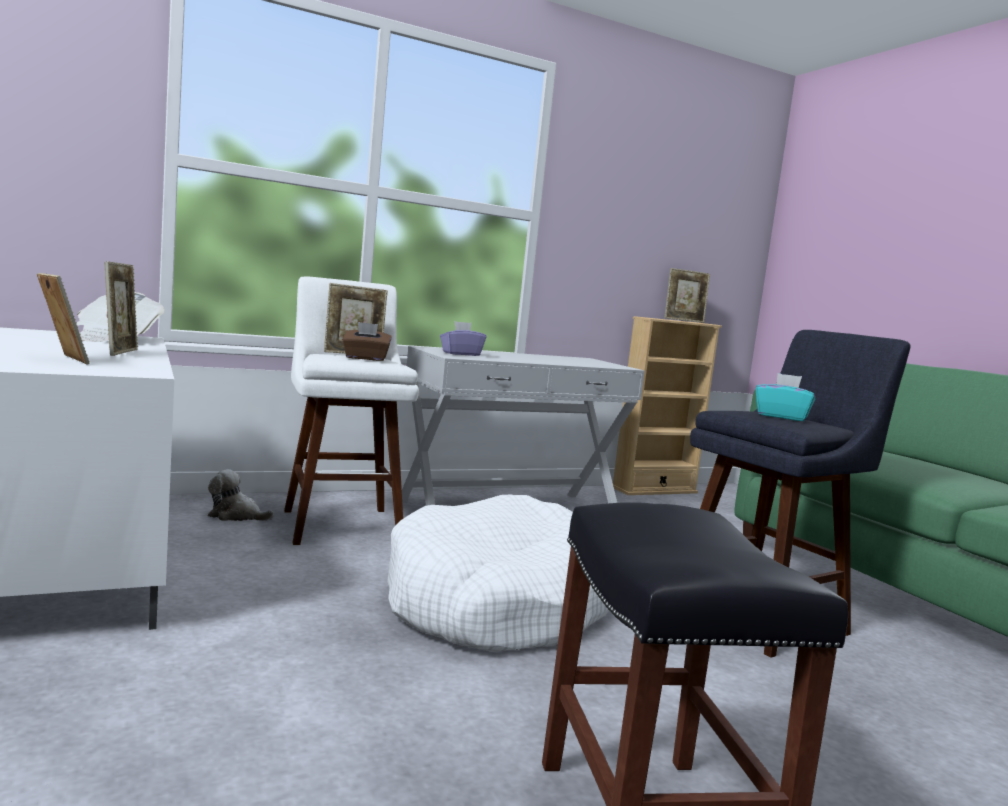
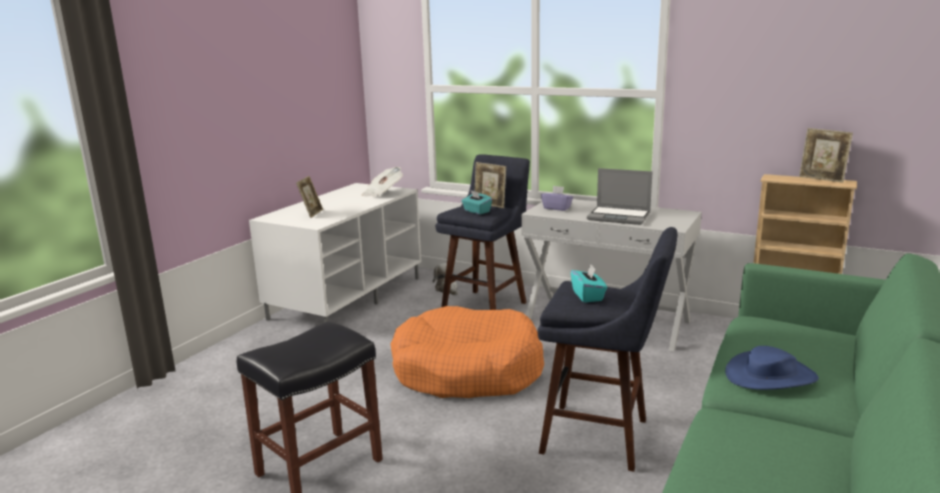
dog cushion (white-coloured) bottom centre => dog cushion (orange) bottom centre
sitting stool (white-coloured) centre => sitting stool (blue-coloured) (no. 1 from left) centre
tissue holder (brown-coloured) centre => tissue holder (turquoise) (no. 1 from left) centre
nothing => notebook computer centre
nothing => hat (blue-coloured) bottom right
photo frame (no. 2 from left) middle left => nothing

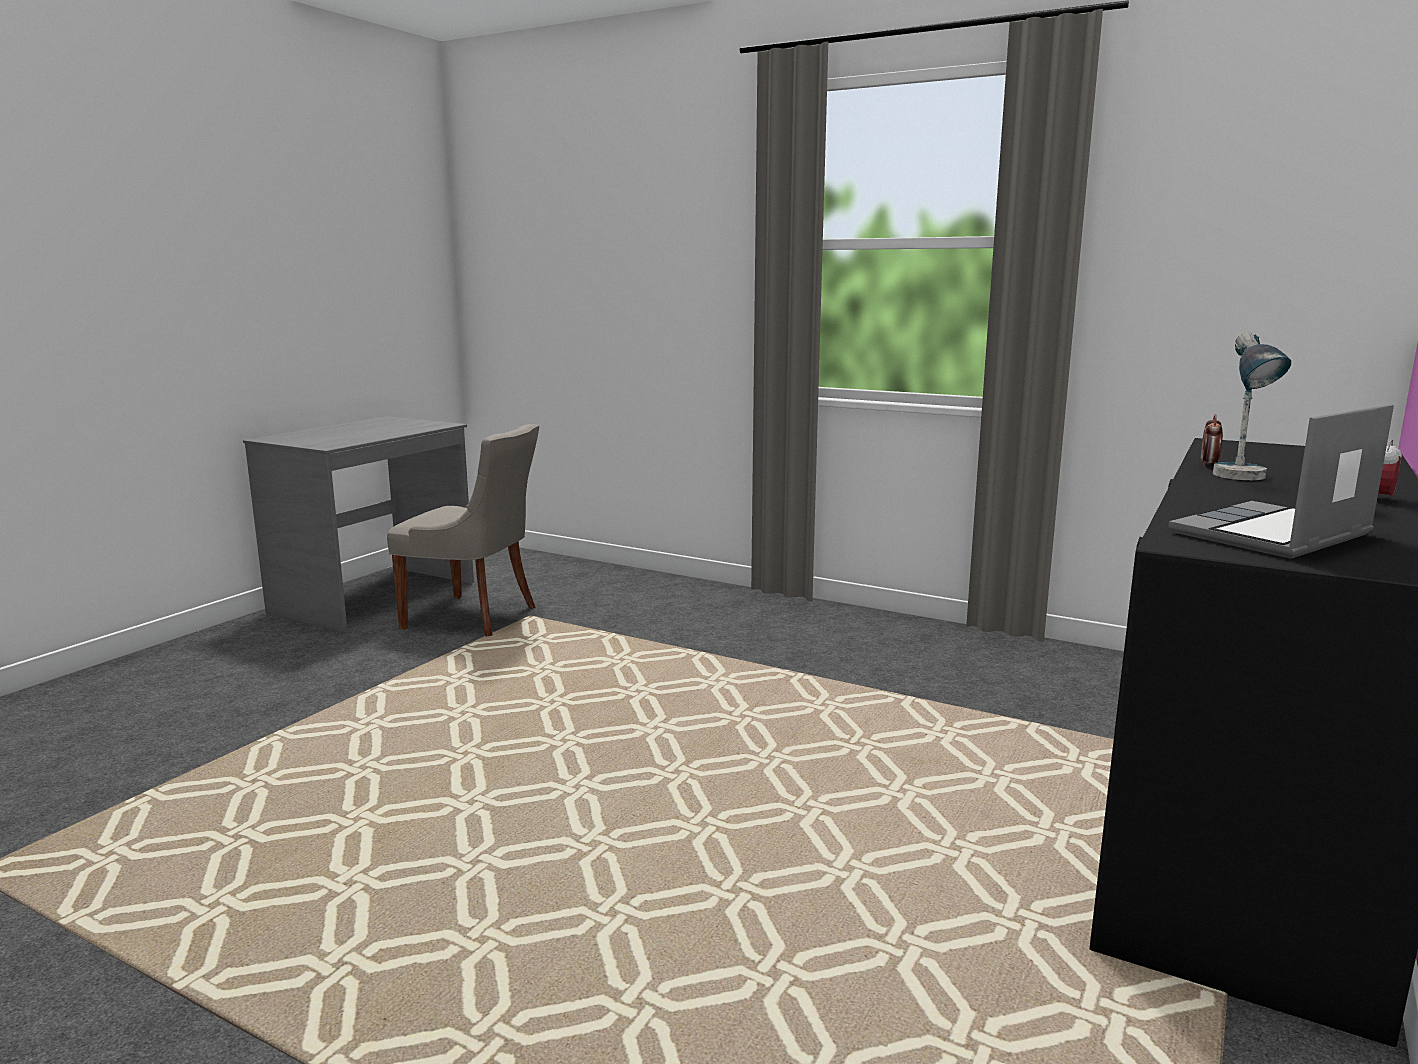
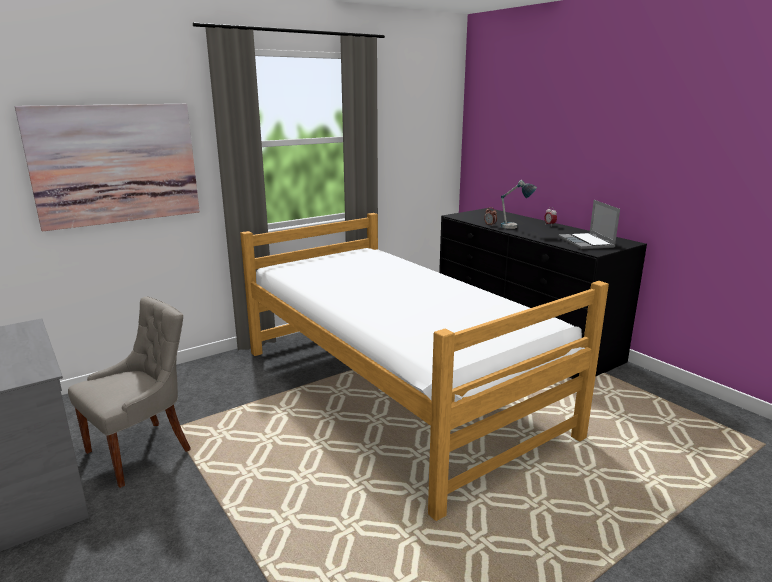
nothing => wall art top left
nothing => bed centre

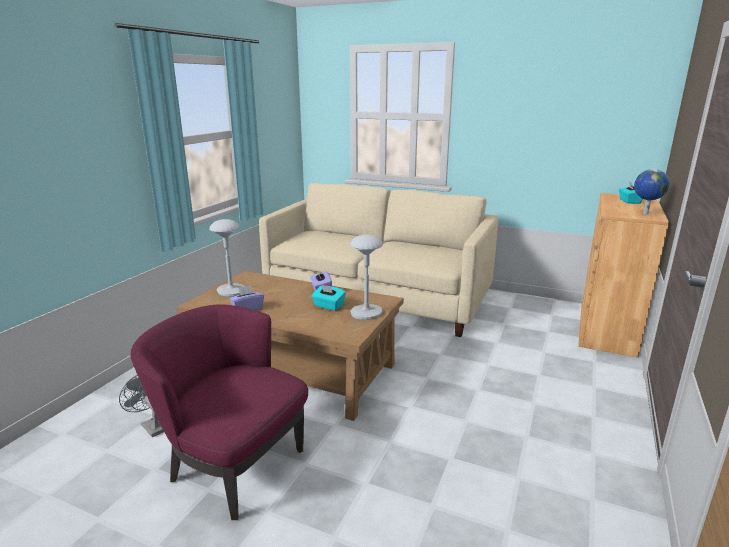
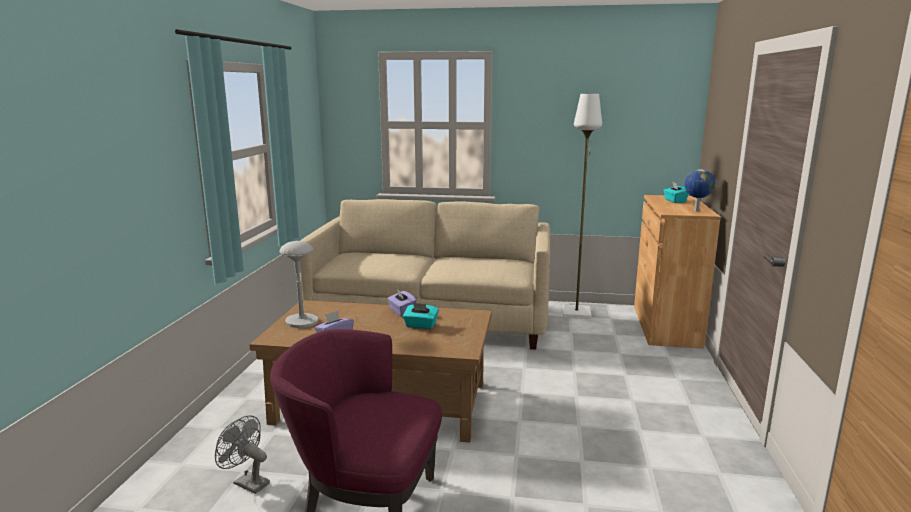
nothing => standing lamp (white-coloured) centre
table lamp (greyish) (no. 2 from left) centre => nothing

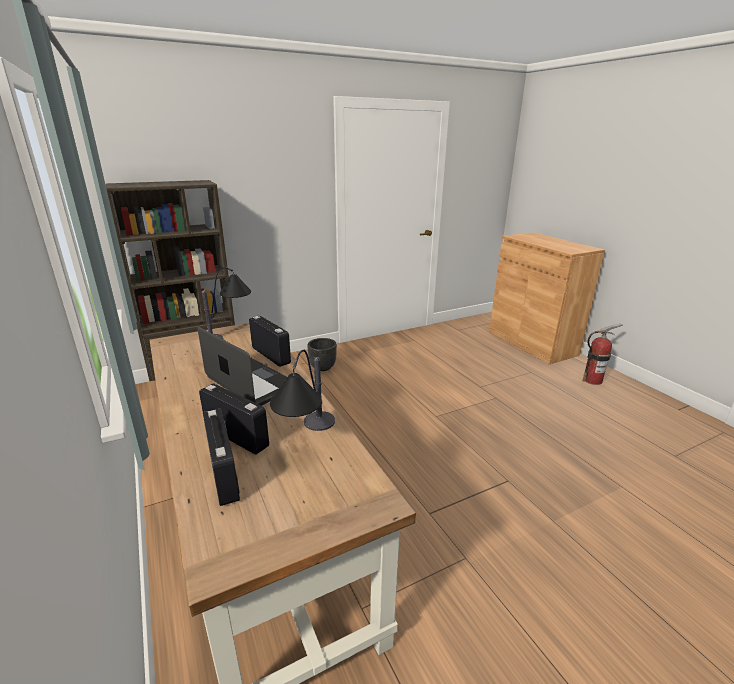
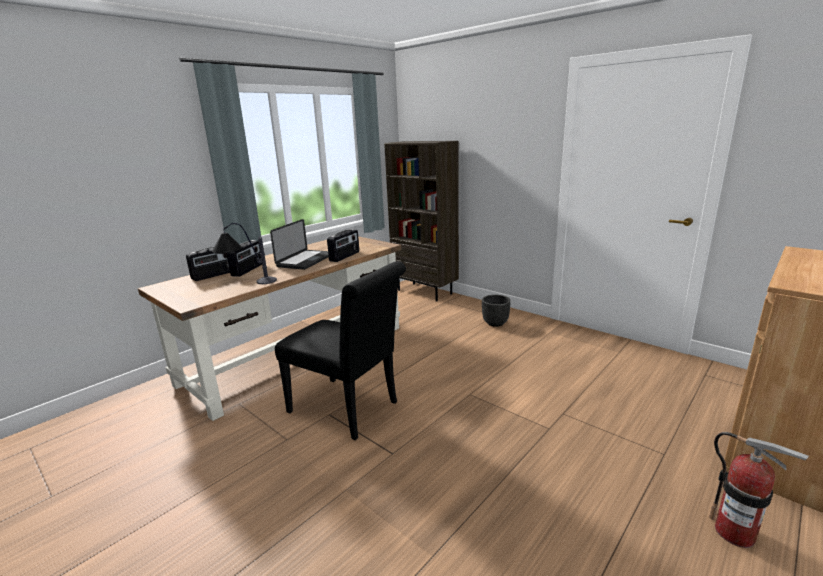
nothing => plain chair (blackish) centre
table lamp (no. 1 from left) middle left => nothing

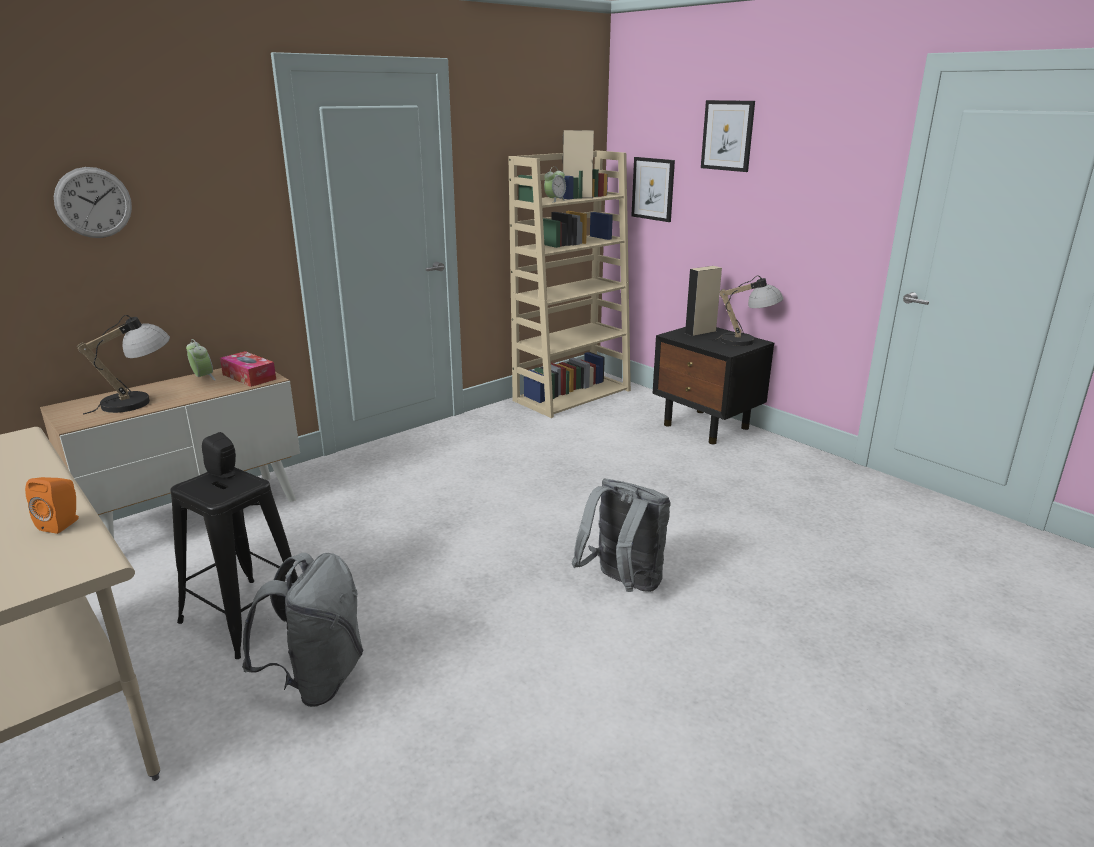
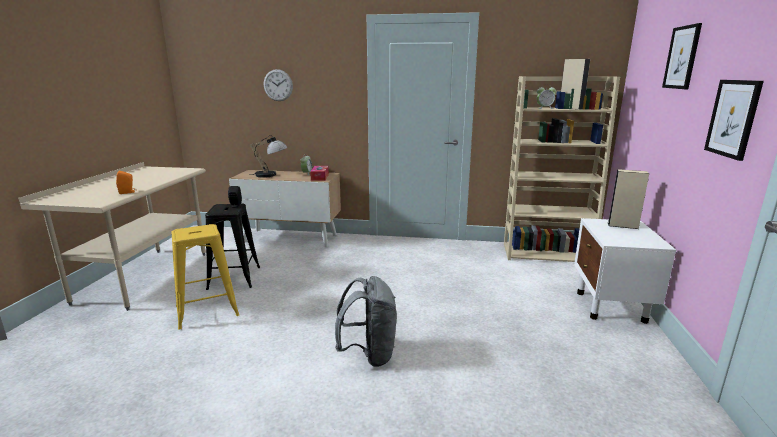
rucksack (greyish) (no. 1 from left) bottom left => sitting stool (yellow) middle left
nightstand (blackish) centre => nightstand (white-coloured) middle right
wall art (no. 1 from left in the first image) top centre => wall art (no. 2 from left) top right, relocated
table lamp (no. 2 from left) middle right => nothing

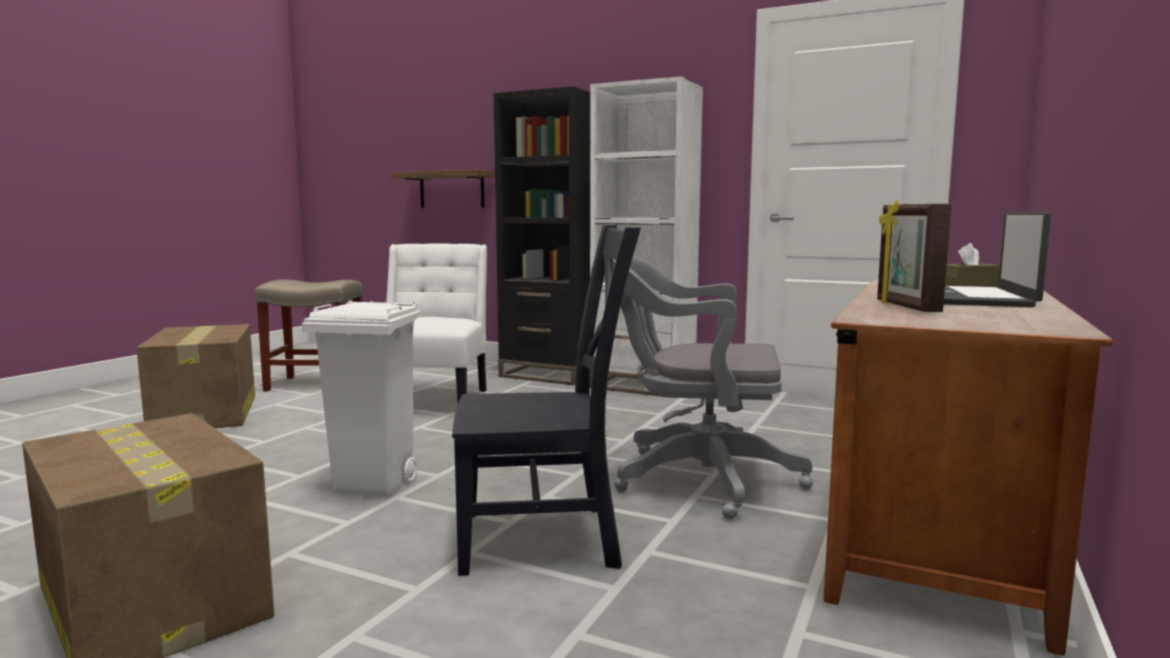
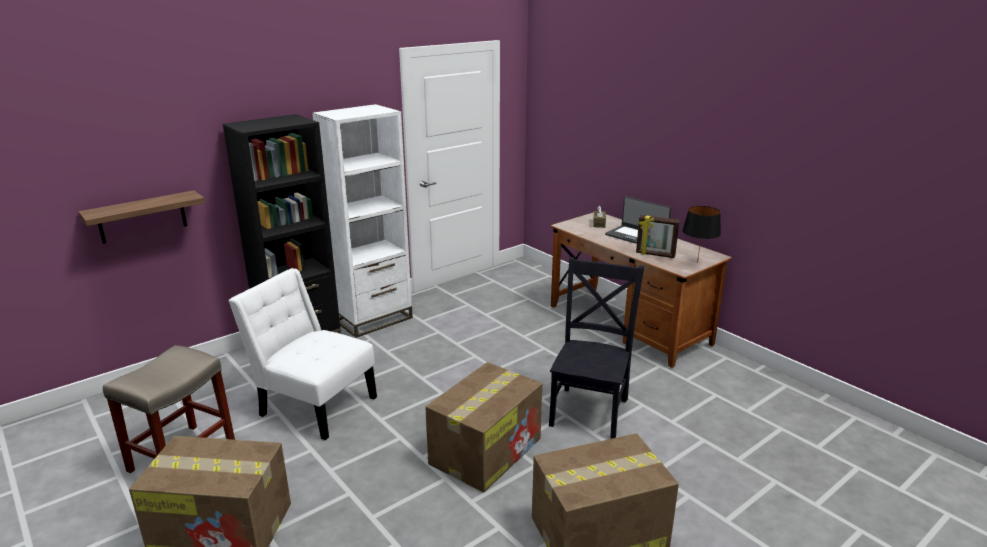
waste bin (white-coloured) middle left => carton (no. 2 from left) bottom centre
nothing => table lamp (blackish) middle right
office chair (greyish) centre => nothing

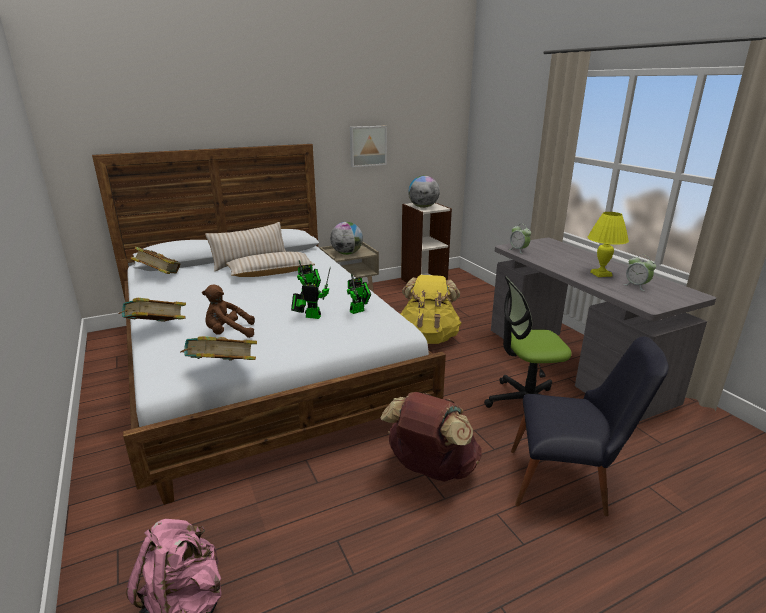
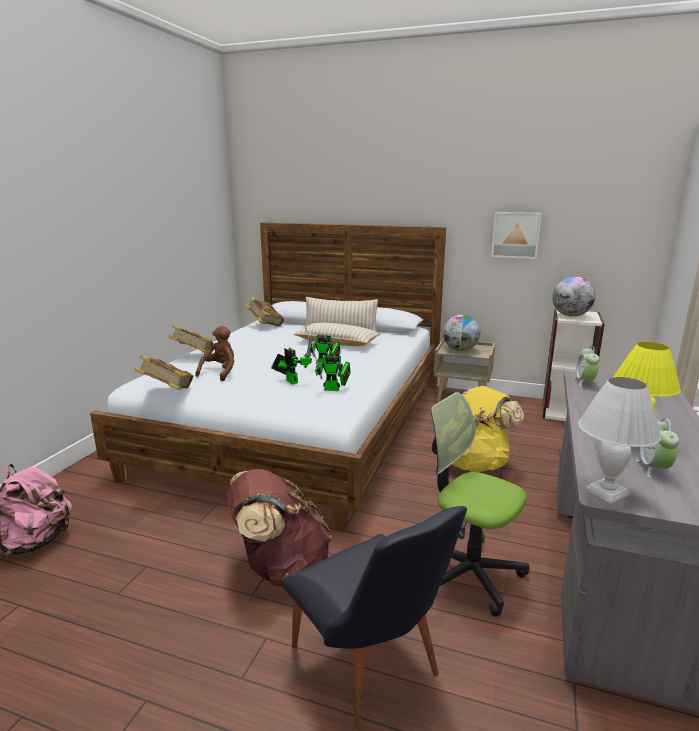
cuddly toy (brown-coloured) middle left, 75 degrees clockwise
nothing => table lamp (white-coloured) middle right

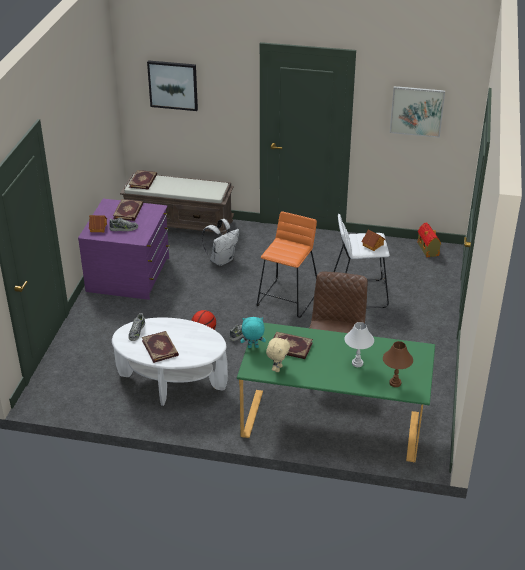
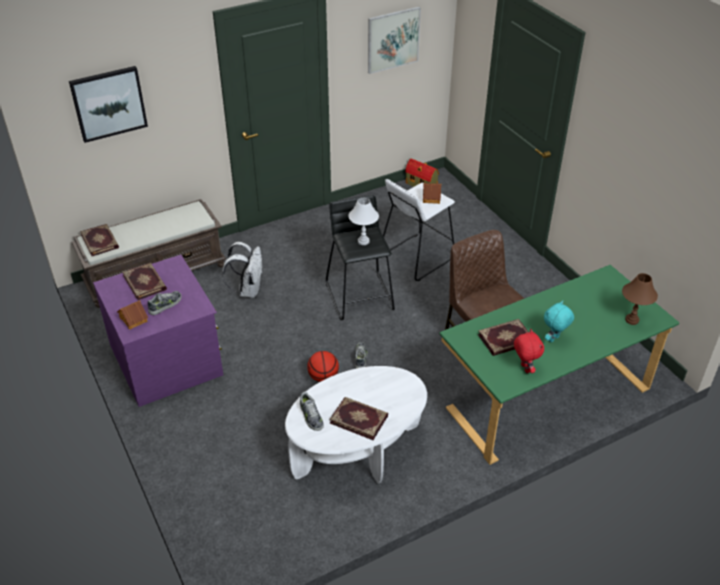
sitting stool (orange) centre => sitting stool (blackish) centre
table lamp (white-coloured) middle right => table lamp (white-coloured) centre, relocated
cuddly toy (sand-coloured) centre => cuddly toy (reddish) middle right
cuddly toy (turquoise) centre => cuddly toy (turquoise) middle right, relocated

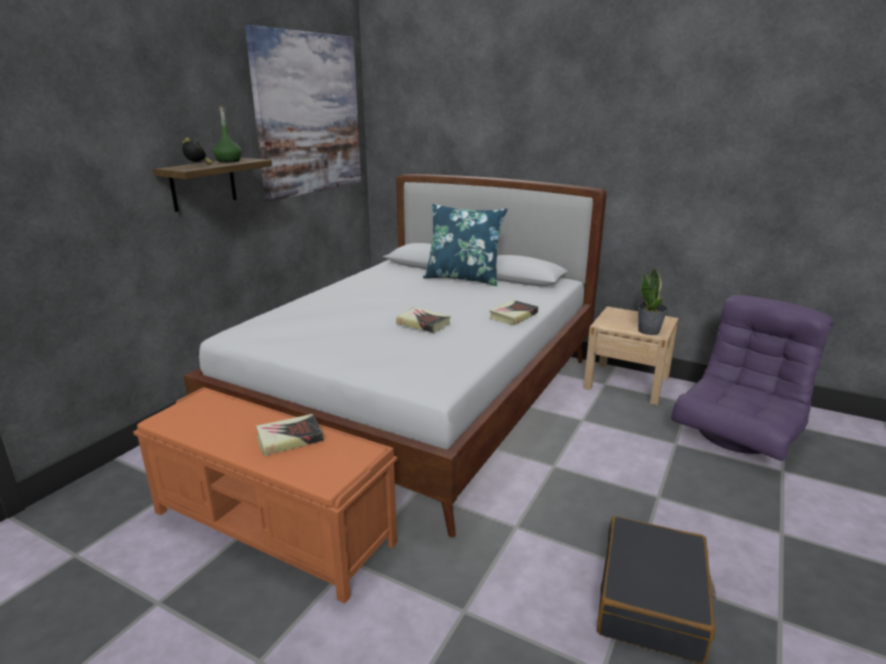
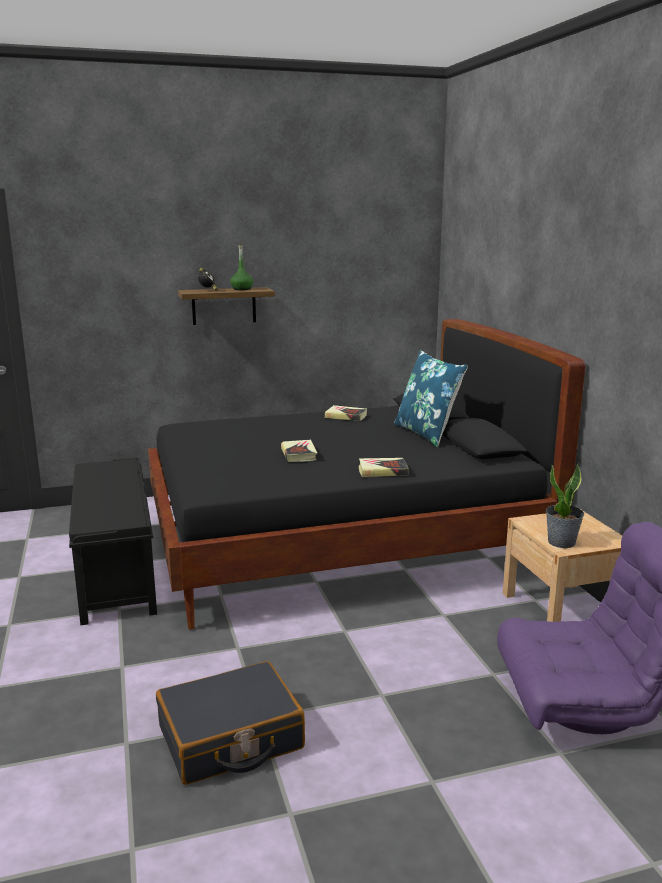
long seat (orange) bottom left => long seat (blackish) middle left
bed (white-coloured) centre => bed (blackish) centre
volume (no. 1 from left in the first image) middle left => volume (no. 2 from left) centre, relocated
wall art top centre => nothing

